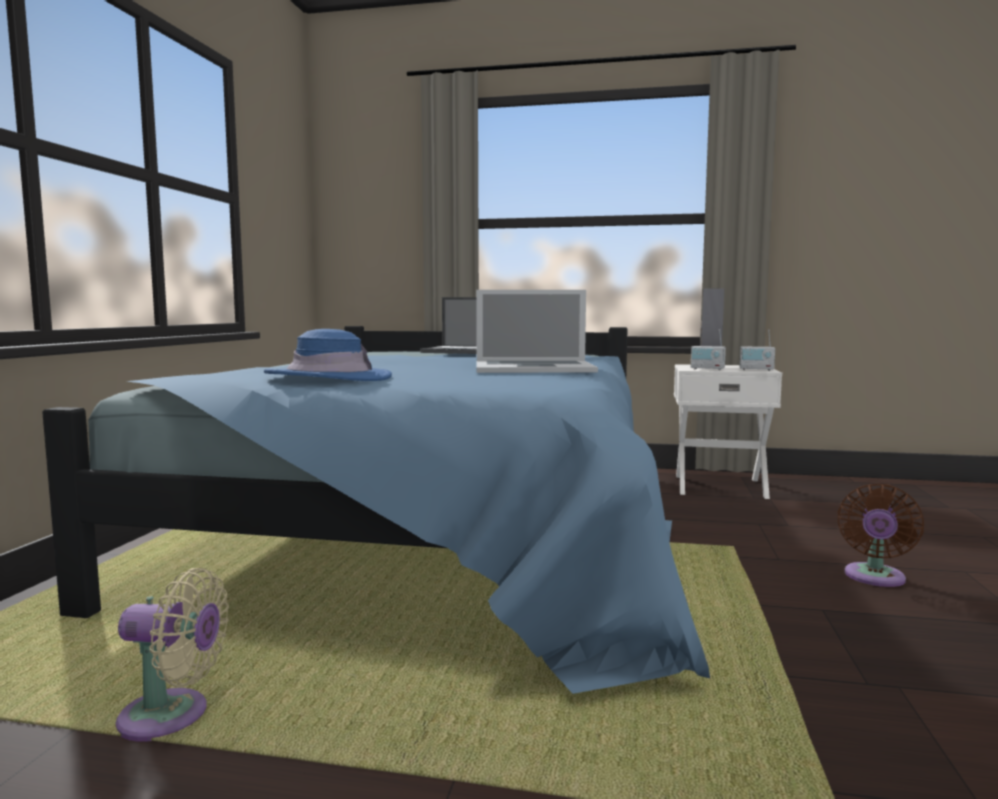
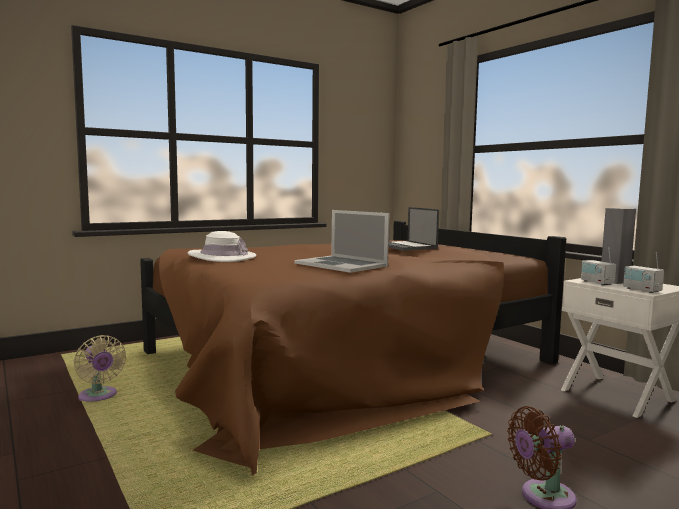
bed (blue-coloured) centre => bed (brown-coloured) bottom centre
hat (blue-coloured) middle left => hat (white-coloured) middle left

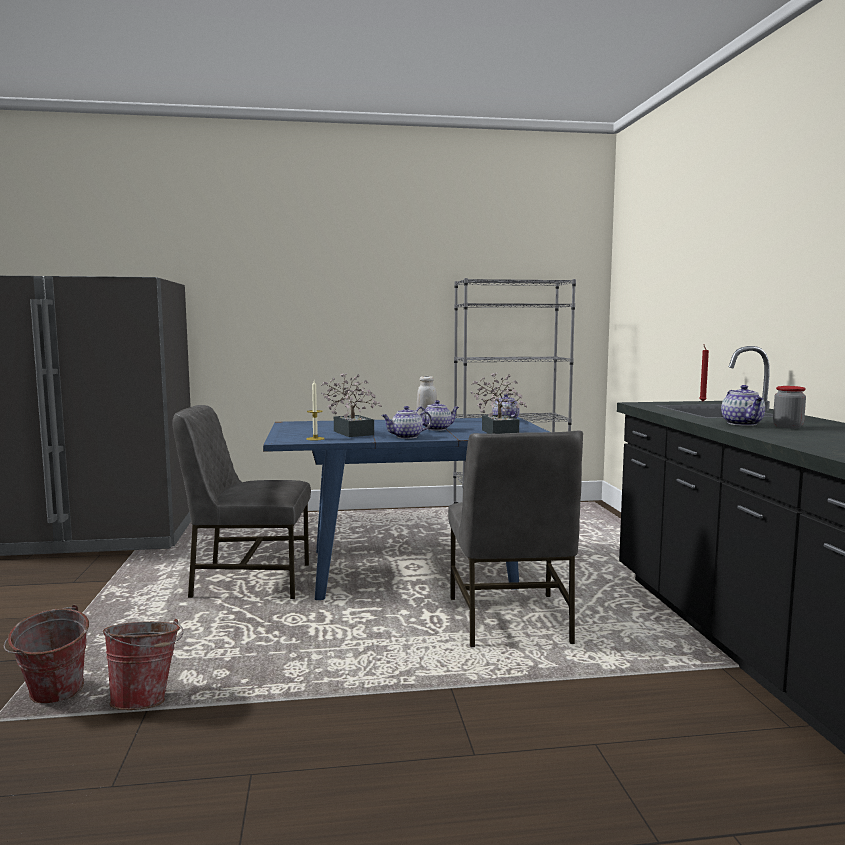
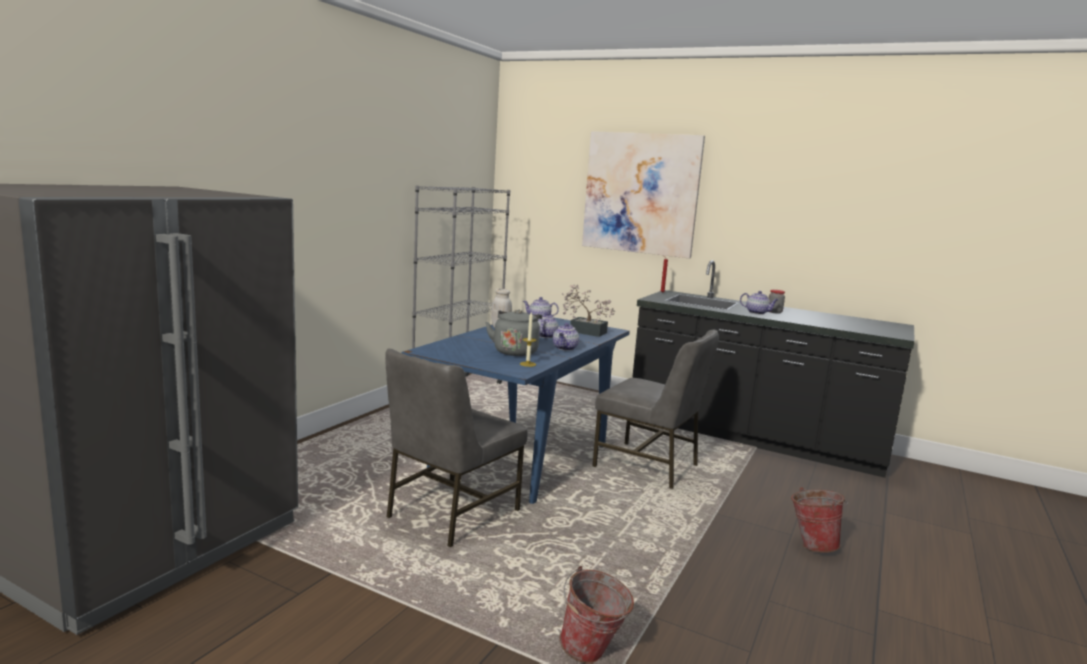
houseplant (no. 1 from left) centre => water kettle (greyish) centre
nothing => wall art top centre
bucket (no. 2 from left) bottom left => bucket (no. 2 from left) bottom right, relocated

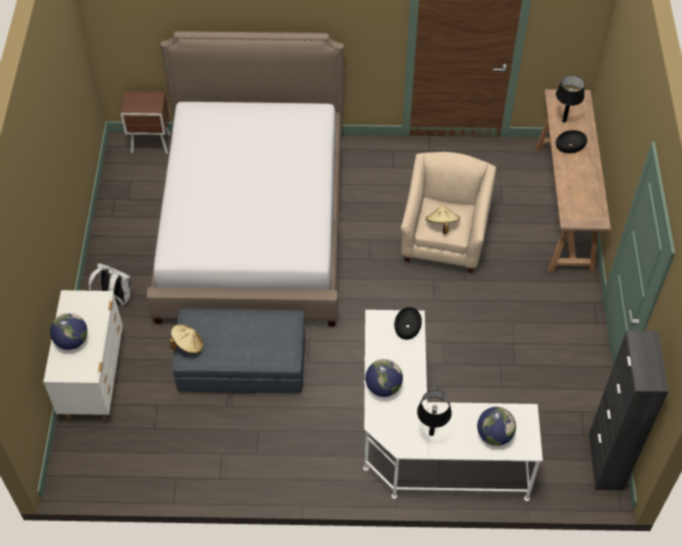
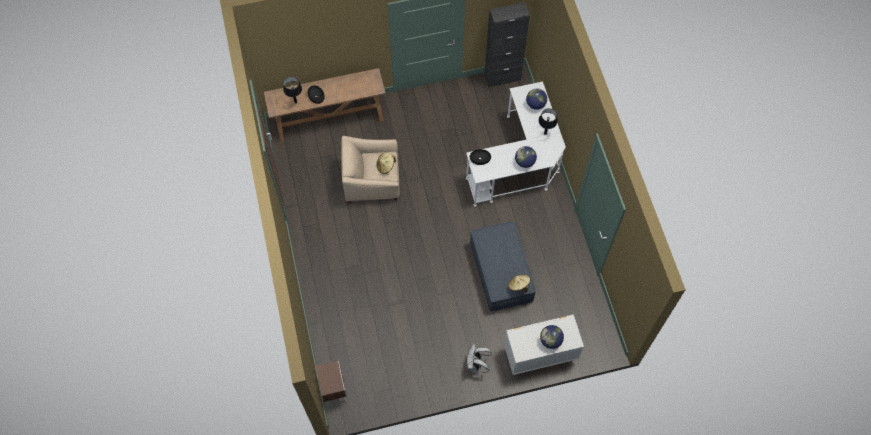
bed top centre => nothing

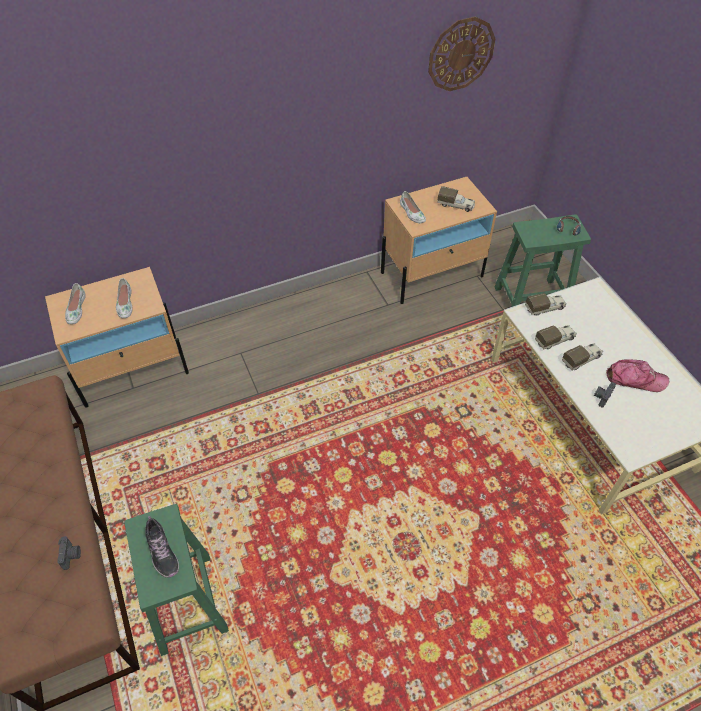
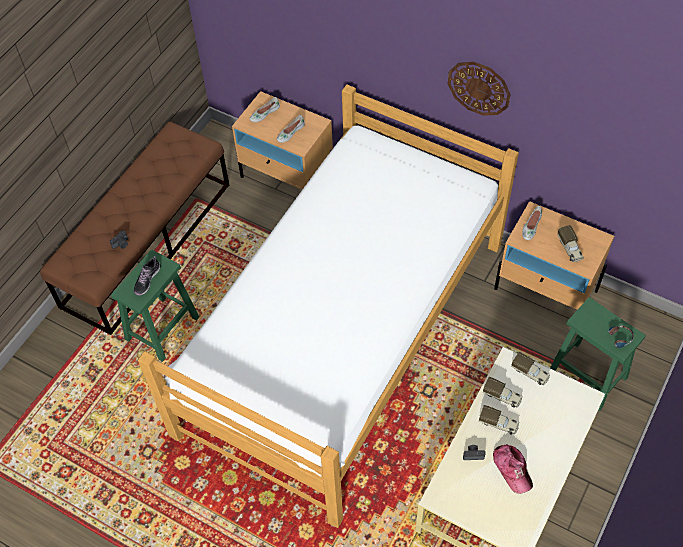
nothing => bed centre
wall clock top centre => wall clock top right, relocated

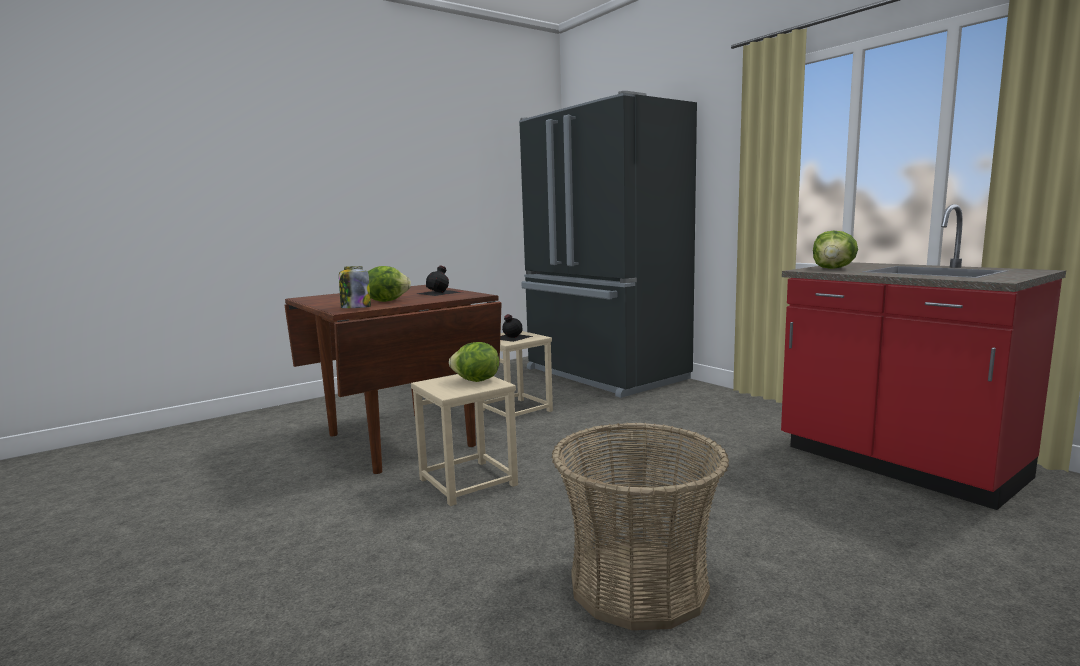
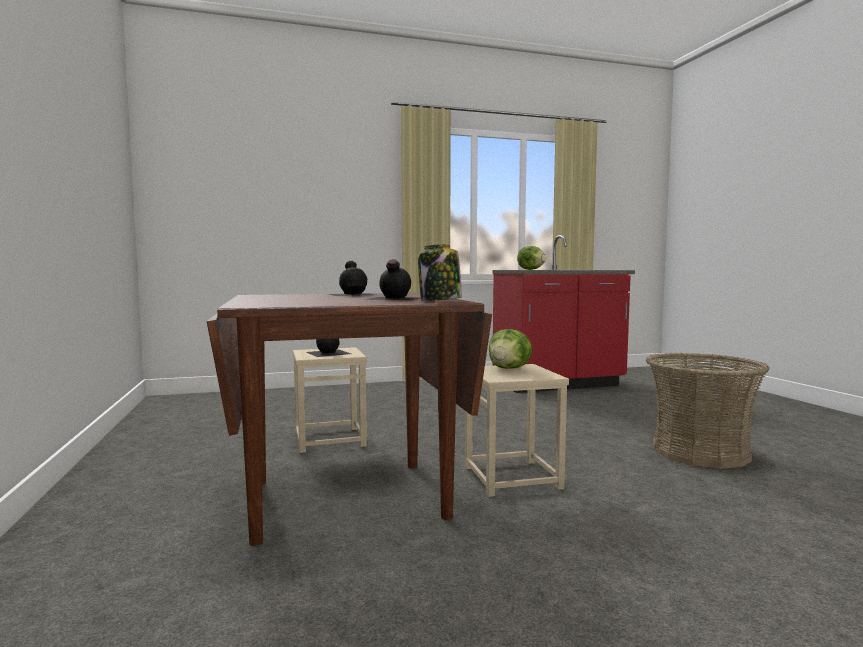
lettuce head (no. 1 from left) centre => bottle (blackish) (no. 3 from left) centre
kitchen fridge (blackish) centre => nothing

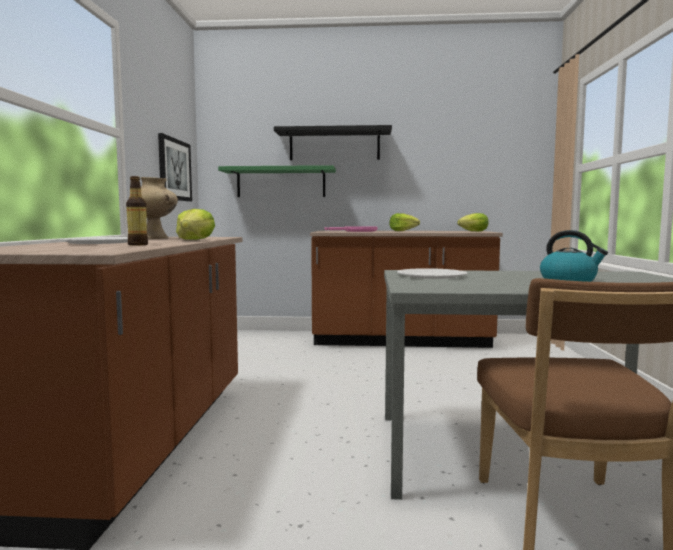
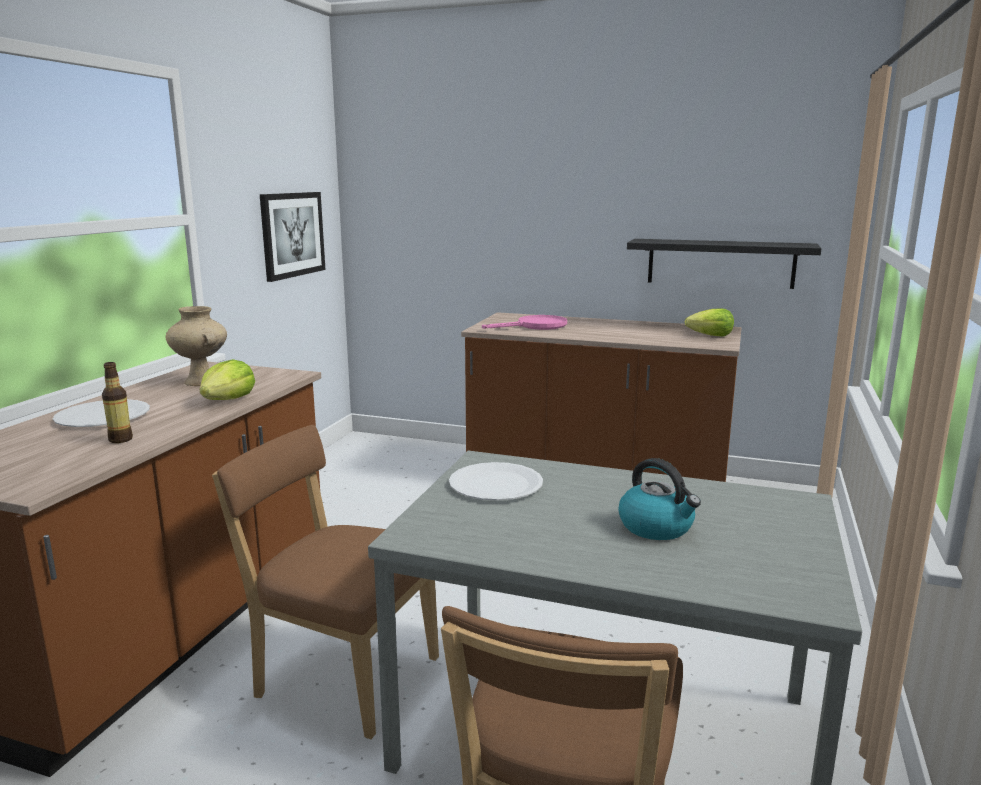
nothing => plain chair (brown-coloured) (no. 1 from left) bottom left
shelf (blackish) top centre => shelf (blackish) middle right, relocated
shelf (green-coloured) top centre => nothing
lettuce head (no. 2 from left) centre => nothing

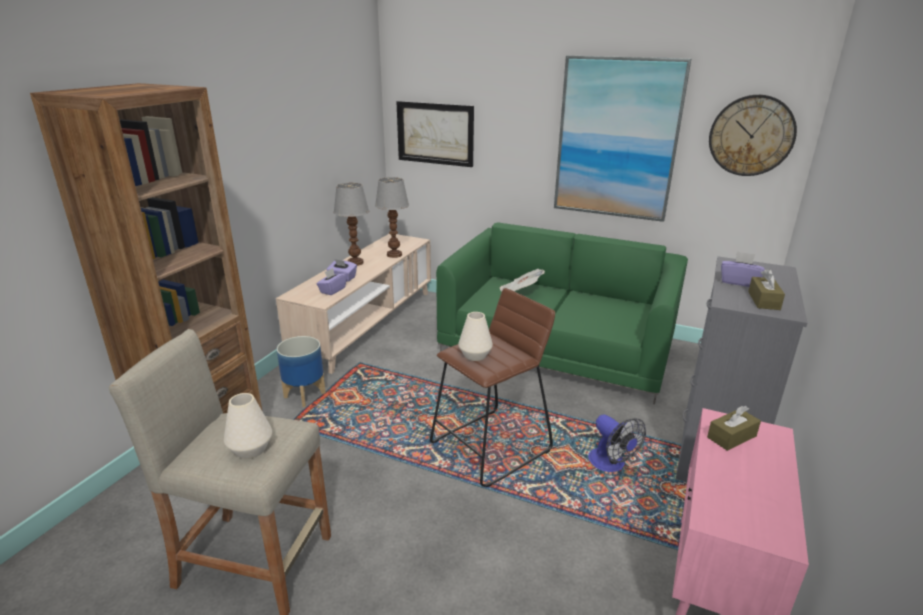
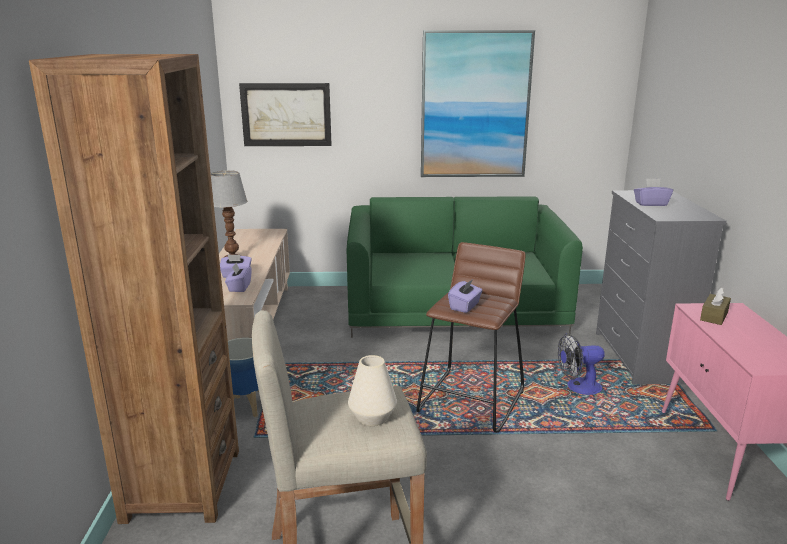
flower vase (white-coloured) (no. 2 from left) centre => tissue holder (purplish) (no. 3 from left) centre
electric fan bottom right, 135 degrees clockwise
table lamp (no. 2 from left) centre => nothing
printed paper centre => nothing
wall clock top right => nothing
tissue holder (brown-coloured) (no. 2 from left) middle right => nothing

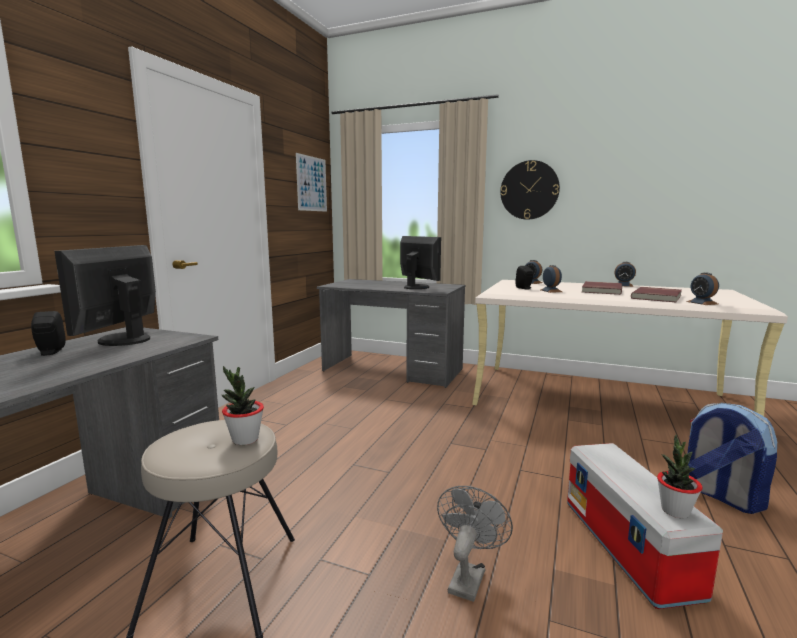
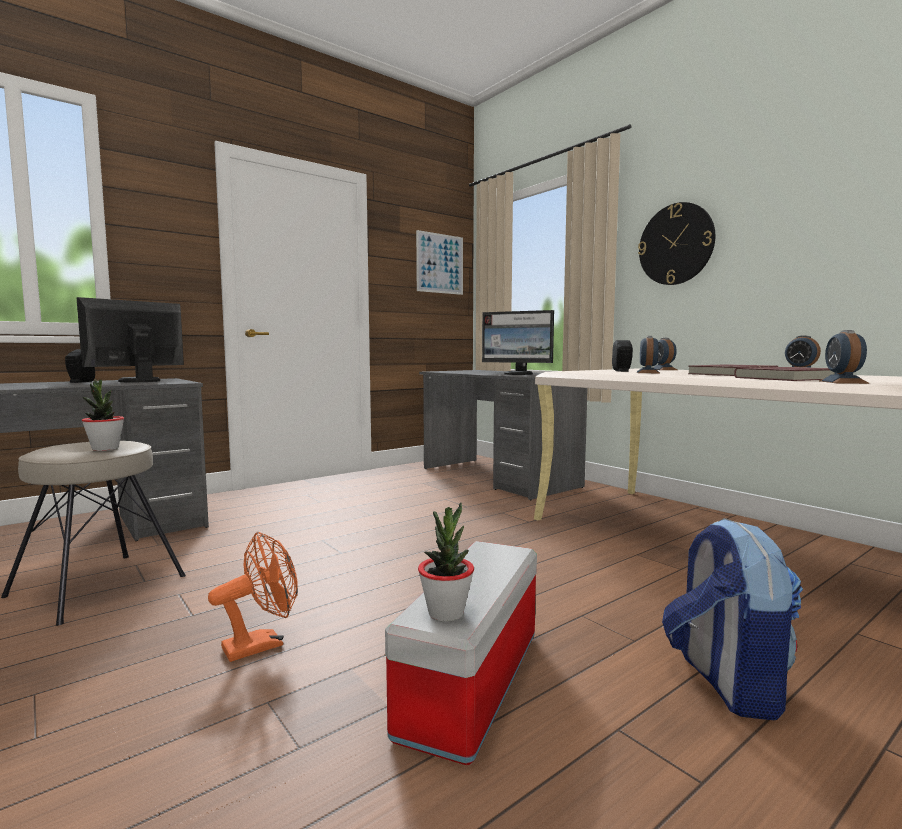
electric fan (greyish) bottom centre => electric fan (orange) bottom left
computer display (no. 2 from left) centre, 120 degrees clockwise

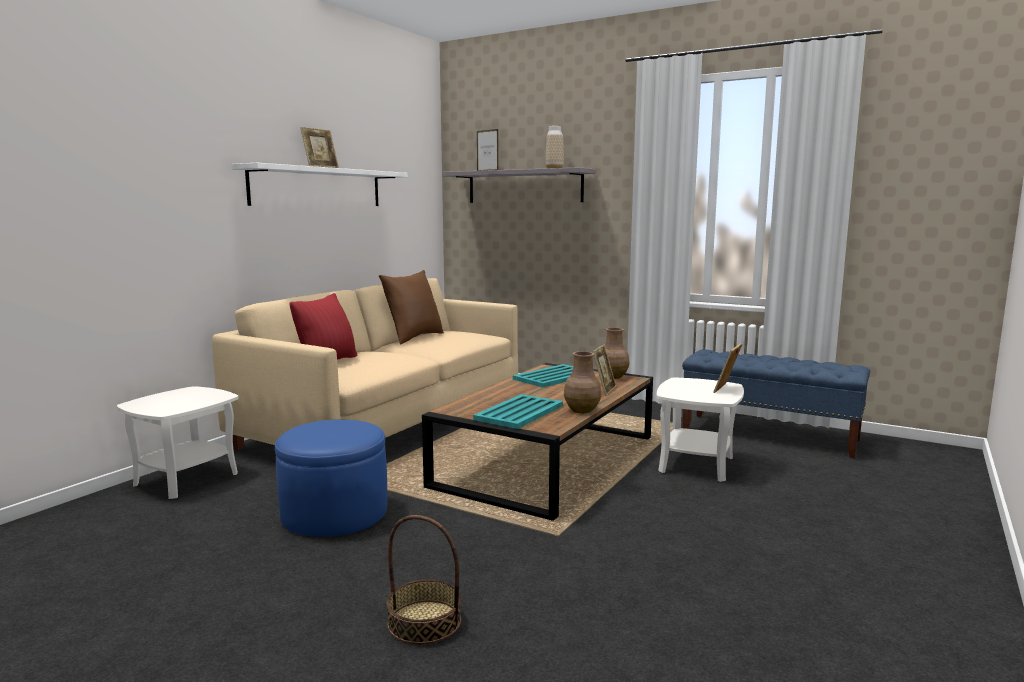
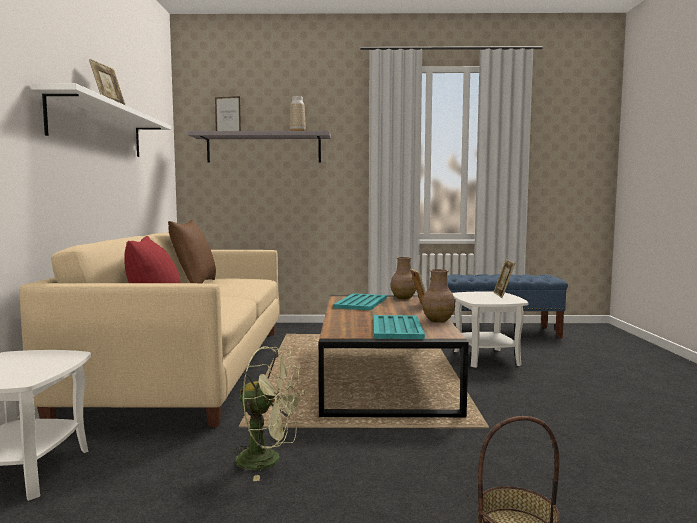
footrest (blue-coloured) bottom left => electric fan (green-coloured) bottom centre

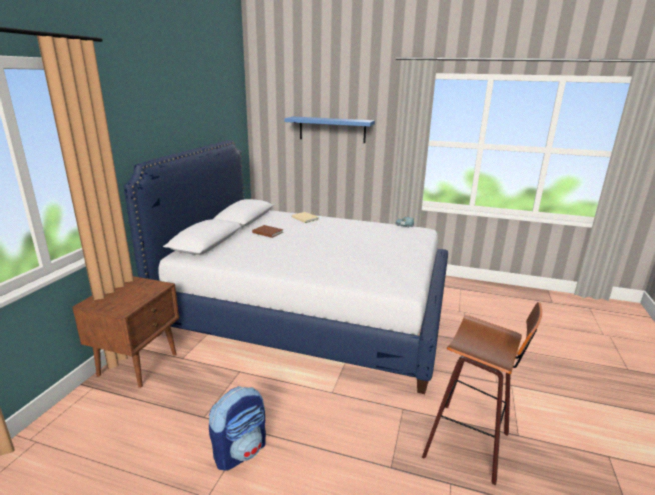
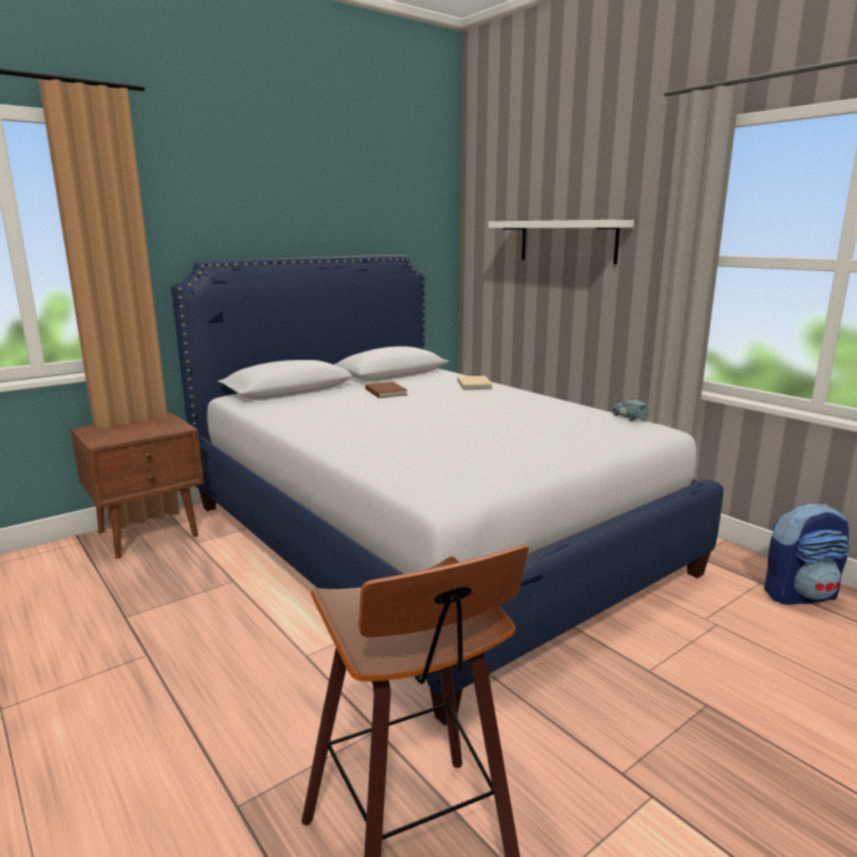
shelf (blue-coloured) top centre => shelf (white-coloured) top centre
rucksack bottom centre => rucksack middle right, relocated

